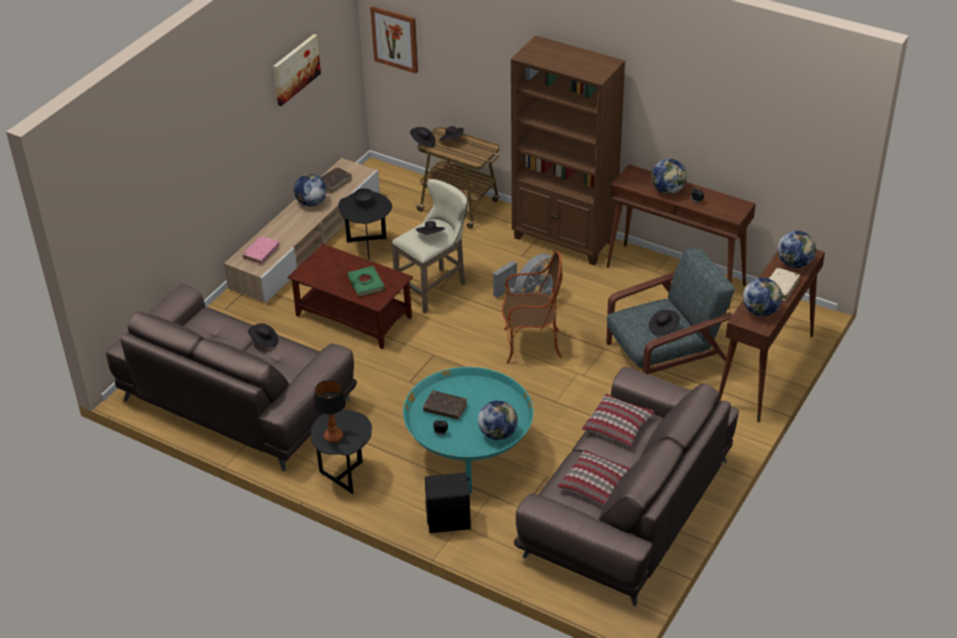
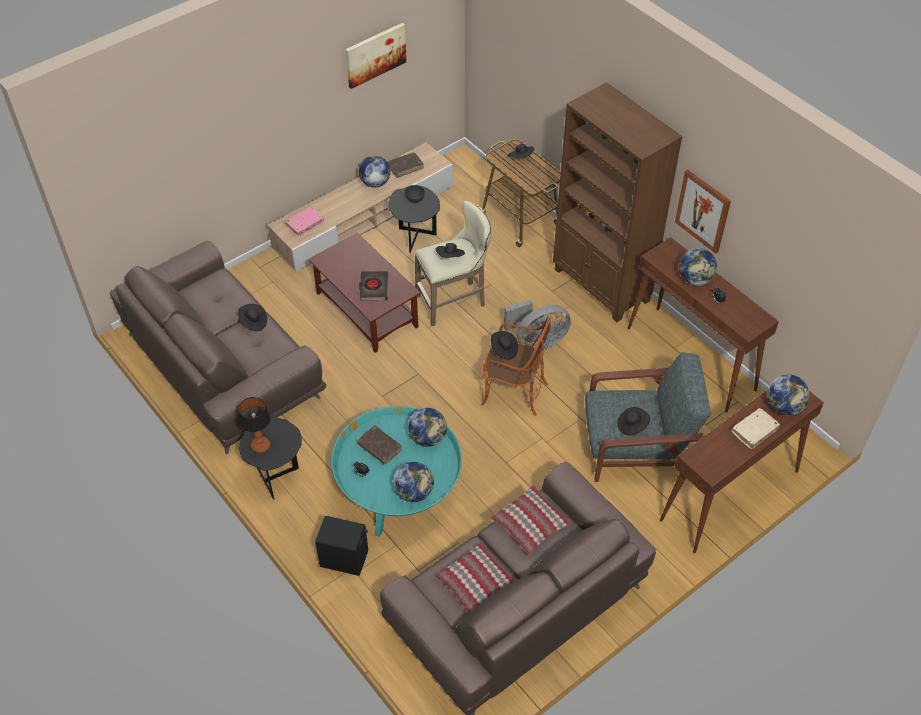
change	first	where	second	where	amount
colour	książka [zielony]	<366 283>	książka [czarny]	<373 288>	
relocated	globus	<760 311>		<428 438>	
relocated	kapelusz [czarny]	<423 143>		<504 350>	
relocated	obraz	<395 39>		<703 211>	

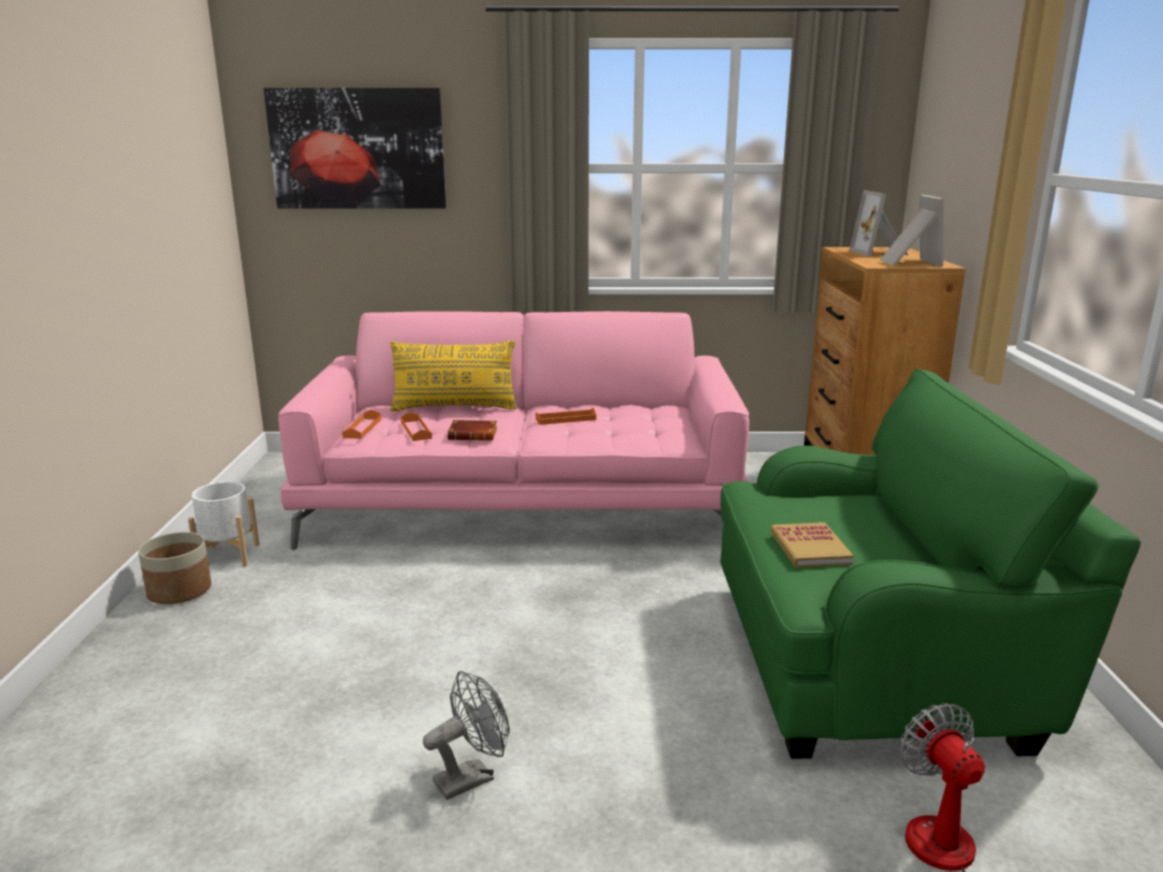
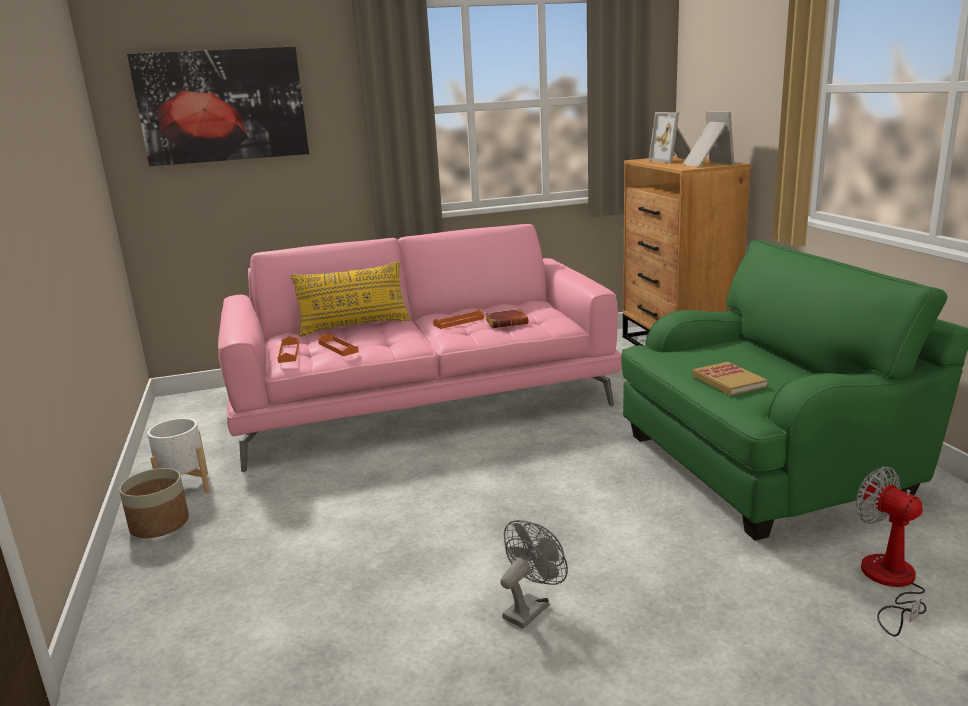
change	first	where	second	where	amount
relocated	książka [brązowy]	<474 435>		<507 322>	

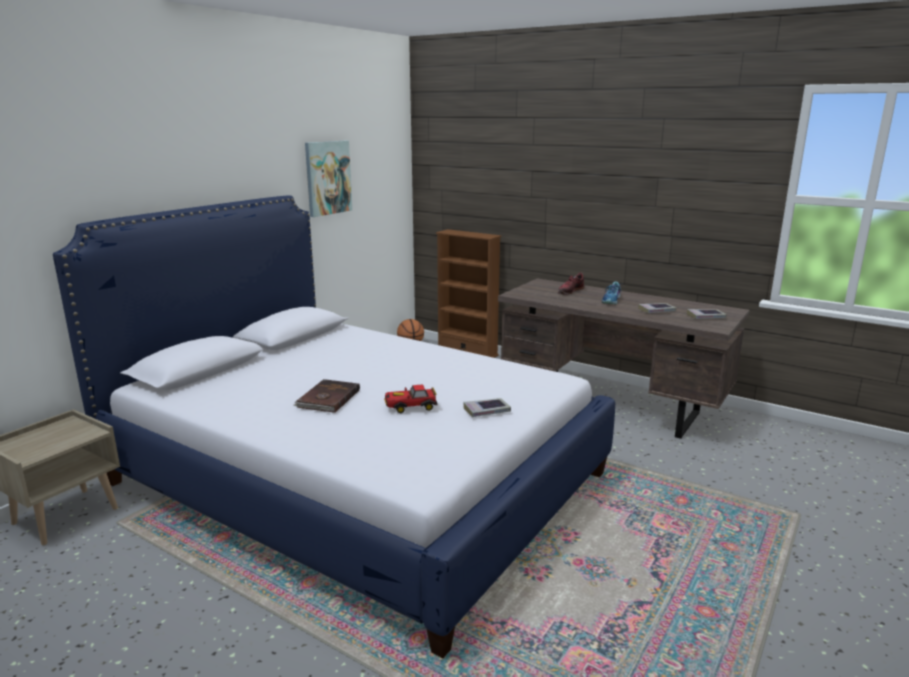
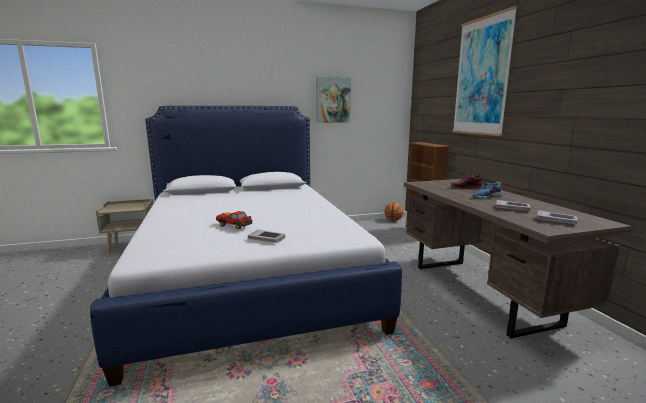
change	first	where	second	where	amount
appeared			obraz	<482 77>	
missing	książka [brązowy]	<327 398>			

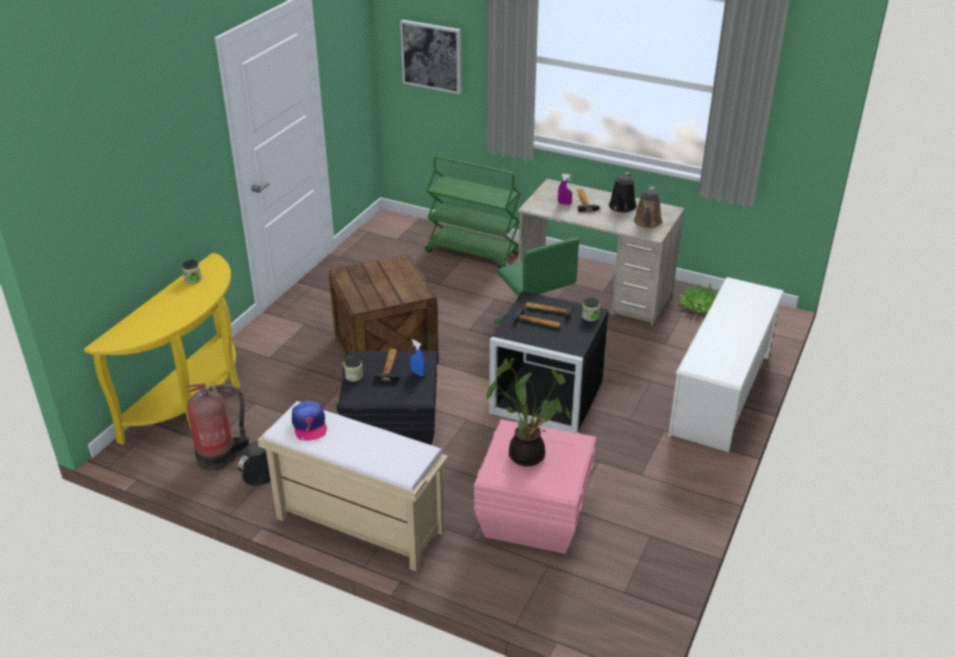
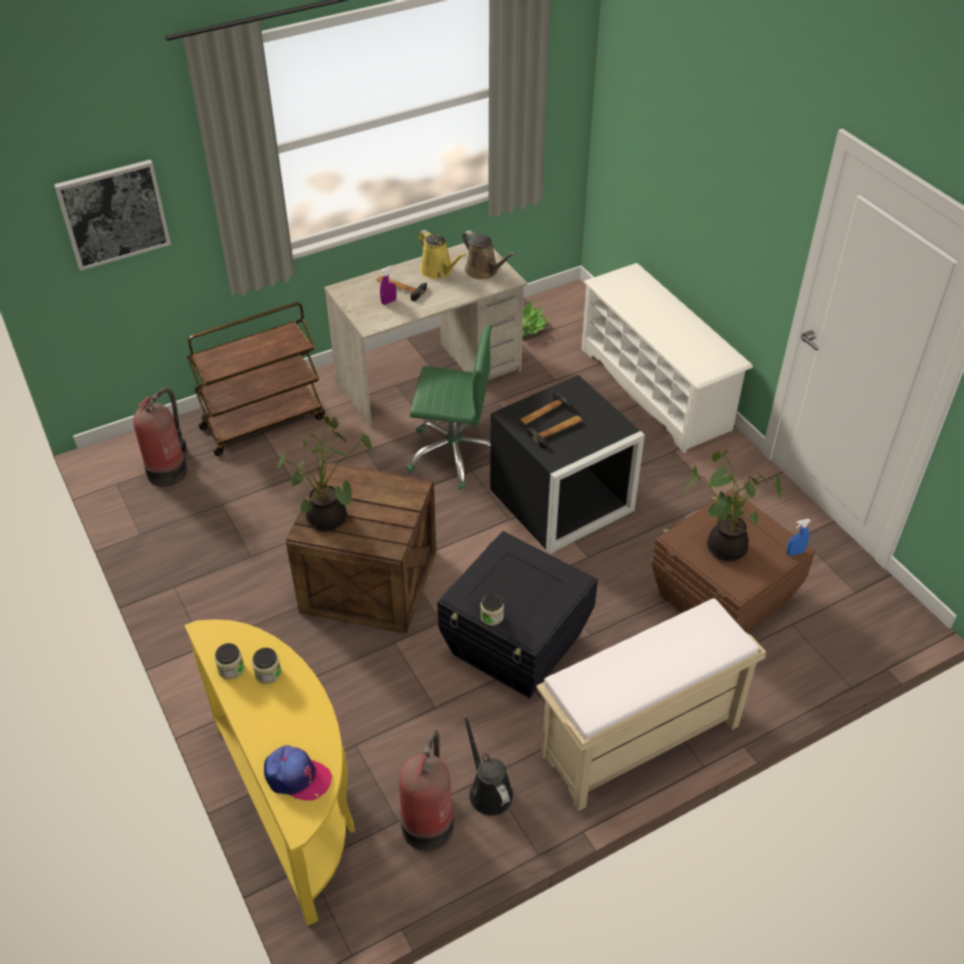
change	first	where	second	where	amount
appeared			gaśnica	<169 470>	
colour	wózek [zielony]	<473 252>	wózek [brązowy]	<263 422>	
relocated	słoik	<590 316>		<268 673>	
relocated	czapka z daszkiem	<309 425>		<297 777>	
appeared			roślina doniczkowa	<329 520>	
colour	konewka [czarny]	<622 207>	konewka [żółty]	<438 271>	
colour	pojemnik do przechowywania [różowy]	<533 515>	pojemnik do przechowywania [brązowy]	<720 599>	
relocated	spryskiwacz [niebieski]	<417 373>		<795 553>	
missing	młotek	<390 366>			

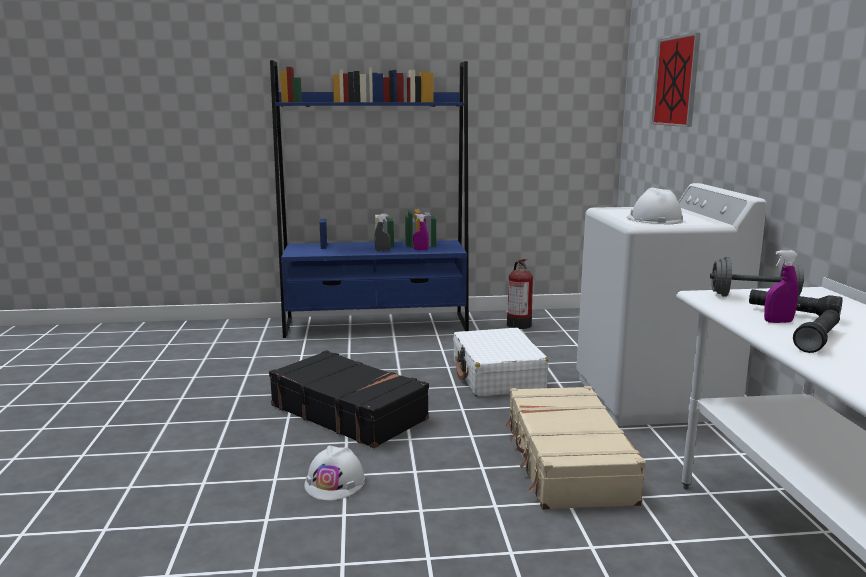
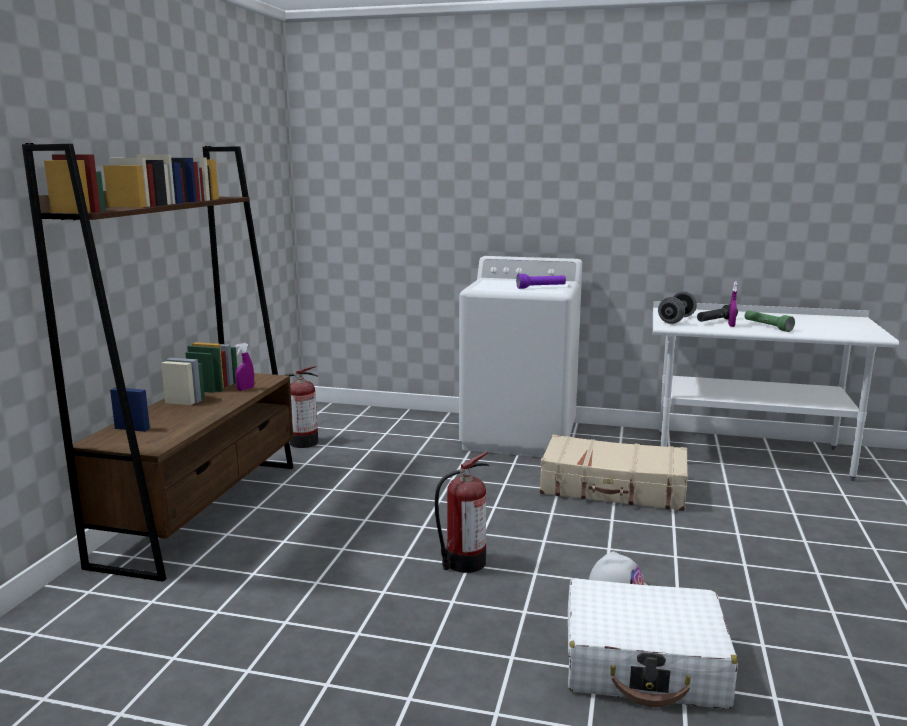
change	first	where	second	where	amount
colour	regał [niebieski]	<376 325>	regał [brązowy]	<203 511>	
exchanged	walizka [czarny]	<349 412>	gaśnica	<463 563>	
exchanged	kask [biały]	<654 219>	latarka [fioletowy]	<541 287>	
relocated	walizka [biały]	<497 376>		<644 664>	
colour	latarka [czarny]	<818 340>	latarka [zielony]	<767 327>	
missing	spryskiwacz [szary]	<382 250>			
missing	obraz	<676 81>			

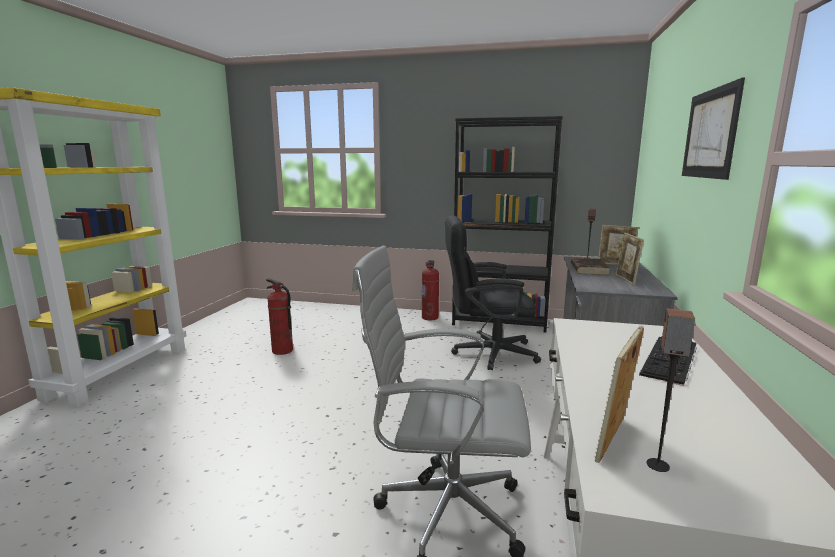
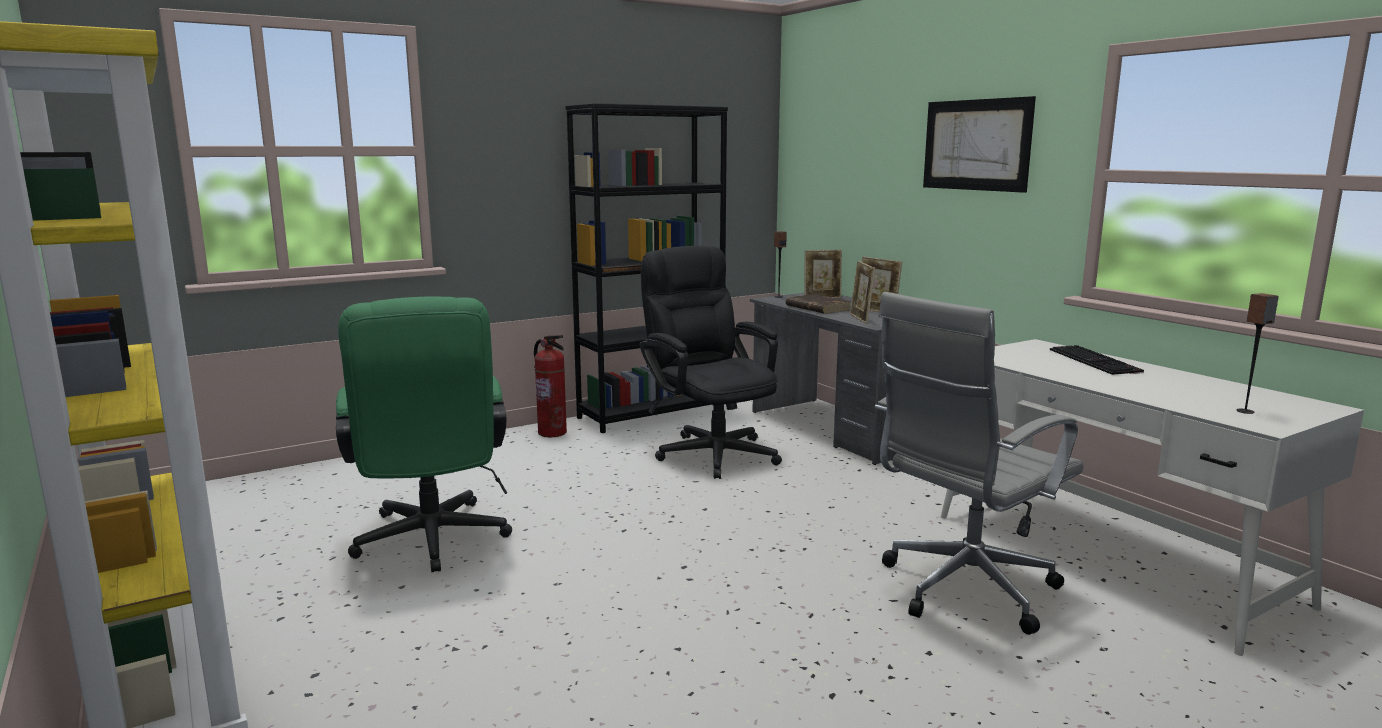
change	first	where	second	where	amount
exchanged	gaśnica	<282 351>	krzesło biurowe [zielony]	<432 543>	
spun	krzesło biurowe [czarny]	<486 353>		<710 451>	105 degrees clockwise
relocated	ramka na zdjęcie	<613 441>		<860 319>	

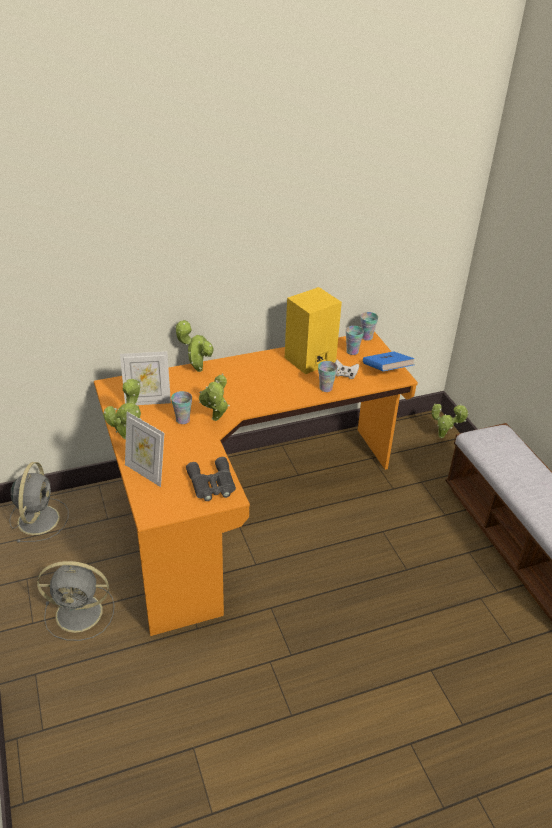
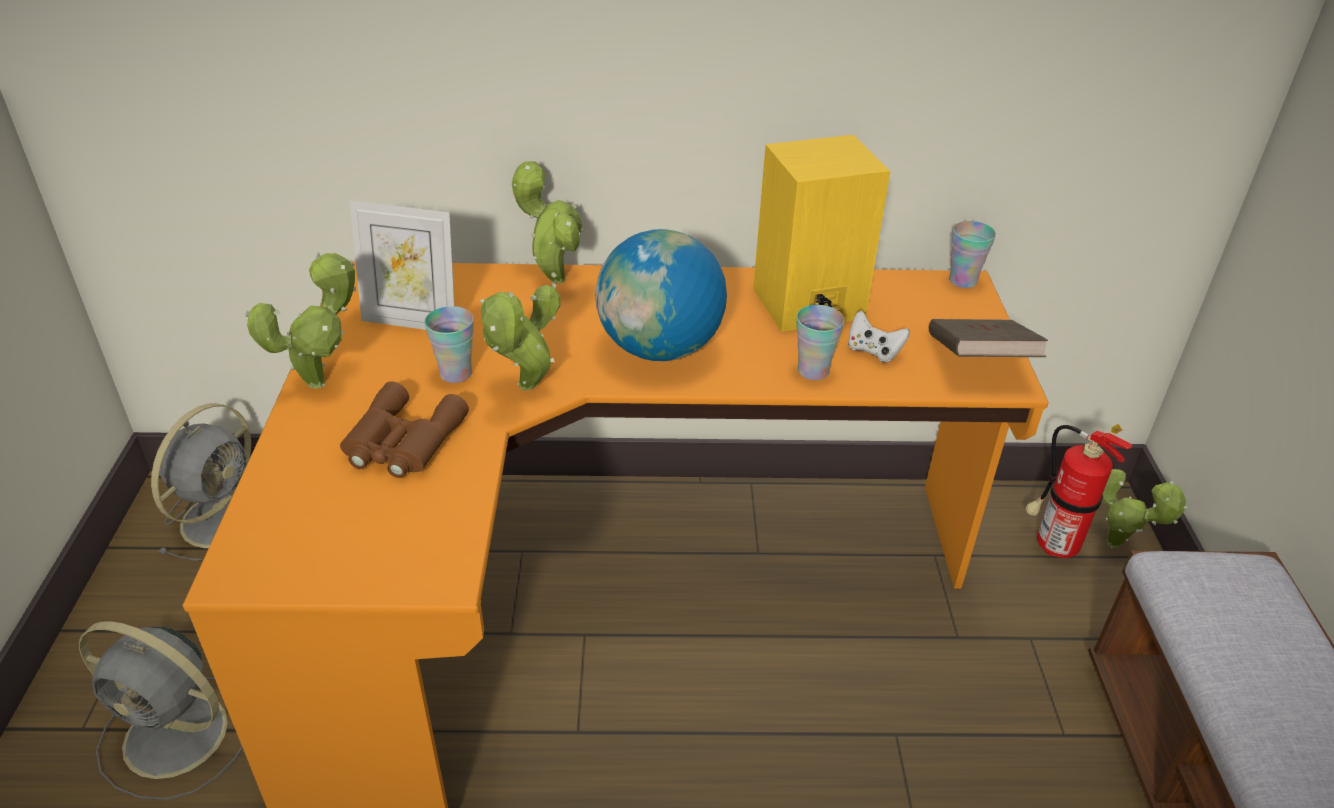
change	first	where	second	where	amount
appeared			lornetka [brązowy]	<401 442>	
appeared			globus	<660 349>	
colour	książka [niebieski]	<386 371>	książka [brązowy]	<978 361>	
appeared			gaśnica	<1051 544>	
missing	ramka na zdjęcie	<146 473>			
missing	lornetka [szary]	<212 484>			
missing	filiżanka	<352 351>			

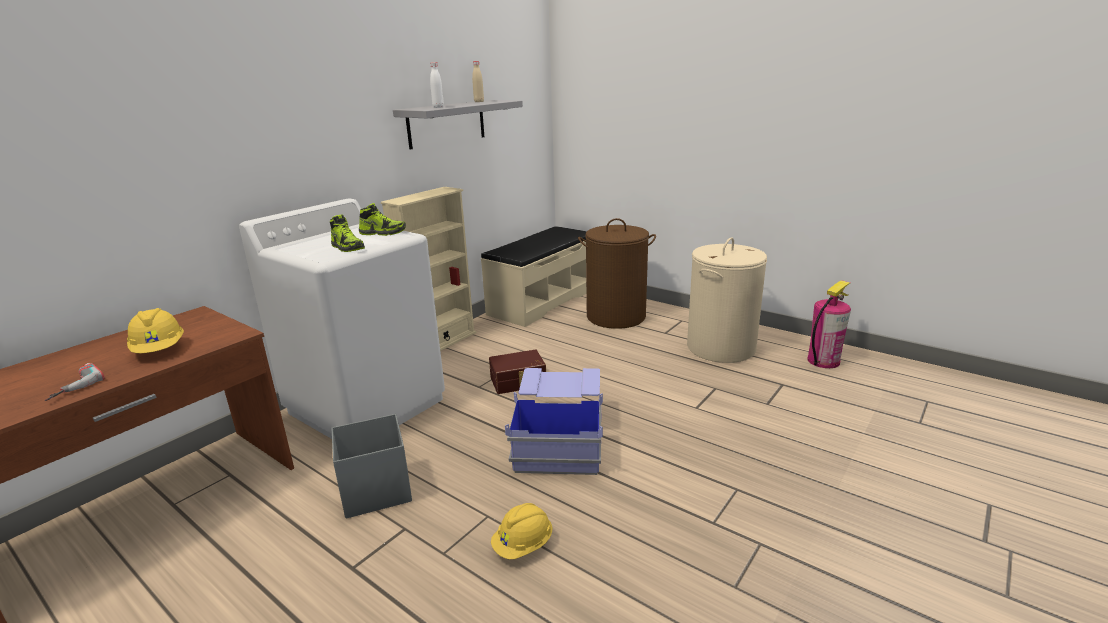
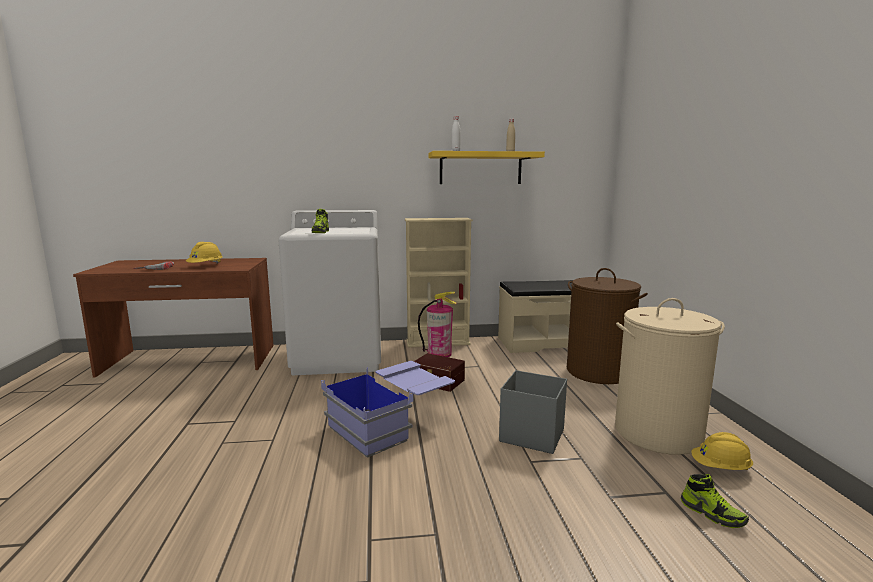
change	first	where	second	where	amount
relocated	gaśnica	<823 361>		<439 354>	
colour	półka [szary]	<446 123>	półka [żółty]	<480 168>	
relocated	pojemnik do przechowywania [szary]	<375 491>		<531 435>	
relocated	but	<383 233>		<712 513>	
relocated	kask [żółty]	<523 545>		<720 468>	

